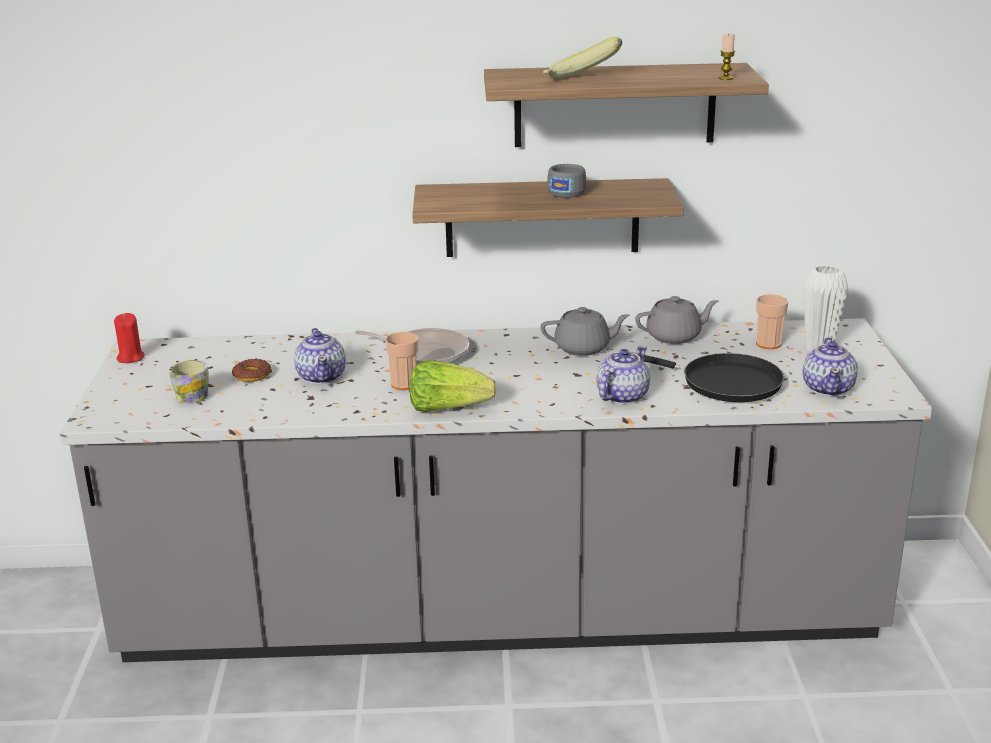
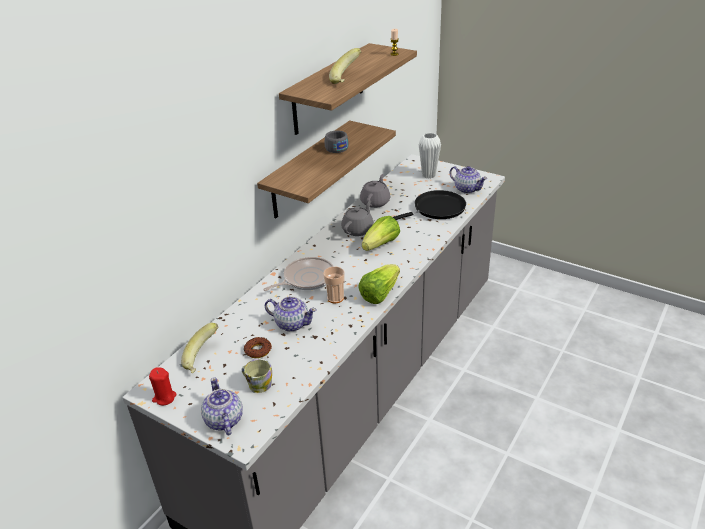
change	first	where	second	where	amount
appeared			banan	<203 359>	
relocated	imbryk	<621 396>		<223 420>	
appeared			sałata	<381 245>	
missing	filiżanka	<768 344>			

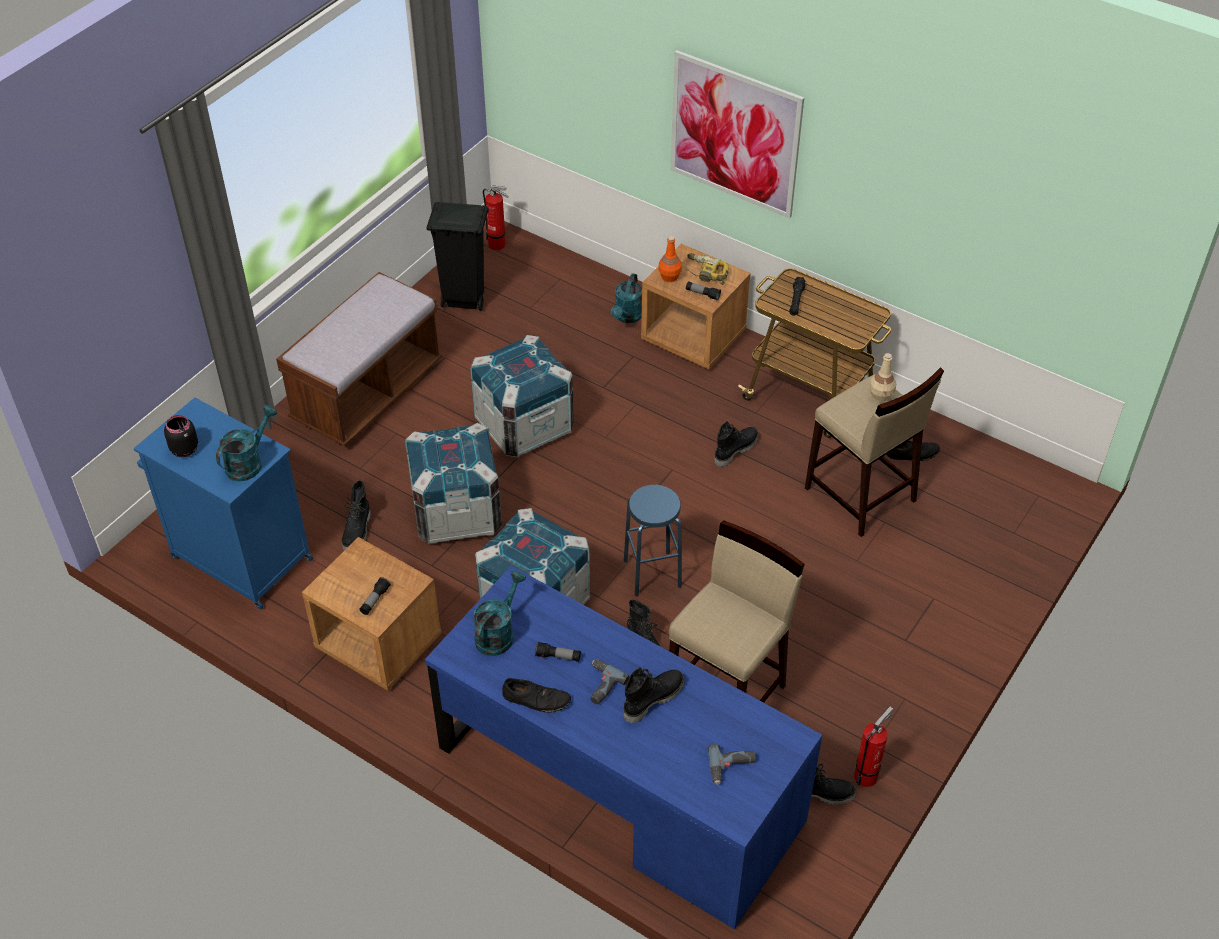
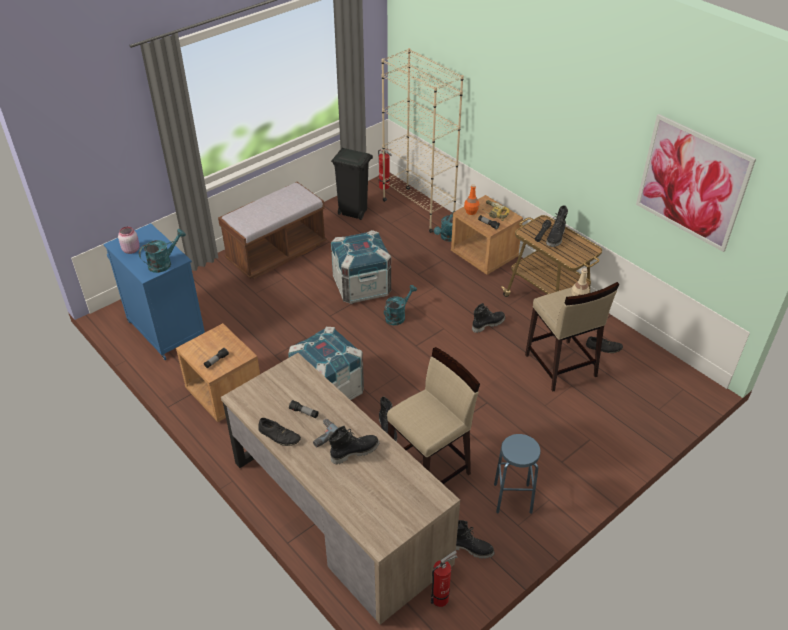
change	first	where	second	where	amount
colour	słoik [czarny]	<185 449>	słoik [różowy]	<131 249>	
colour	biurko [niebieski]	<619 785>	biurko [brązowy]	<339 512>	
appeared			regał [beżowy]	<418 209>	
relocated	konewka [turkusowy]	<498 633>		<398 316>	
relocated	gaśnica	<867 774>		<442 597>	
relocated	stołek [niebieski]	<652 574>		<512 498>	
relocated	but z cholewką [czarny]	<358 531>		<556 238>	
relocated	obraz	<735 134>		<692 182>	
missing	skrzynka	<456 512>			
missing	wiertarka	<732 768>			

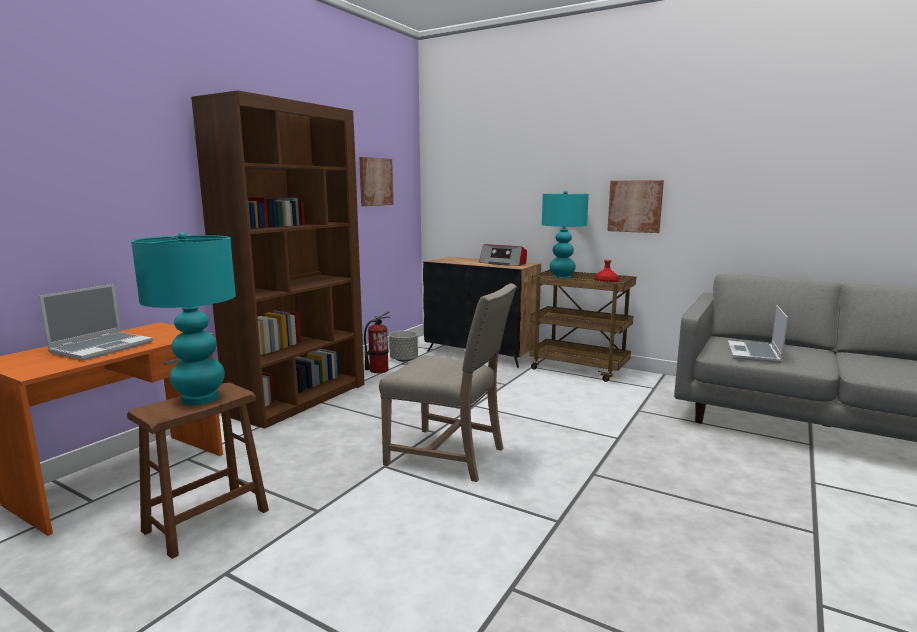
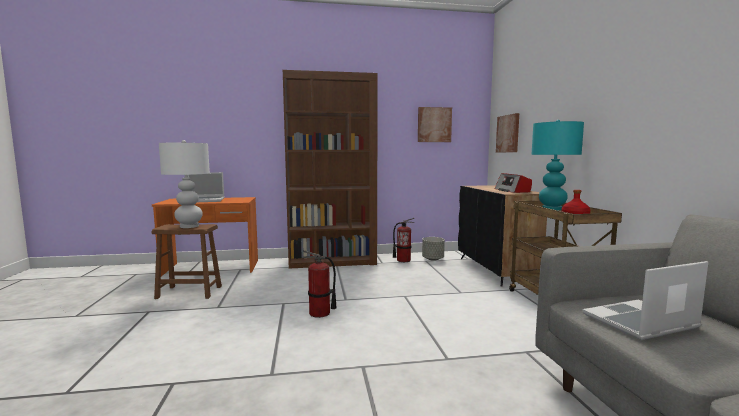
change	first	where	second	where	amount
colour	lampa stołowa [turkusowy]	<200 398>	lampa stołowa [biały]	<189 226>	
exchanged	krzesło [beżowy]	<449 455>	gaśnica	<320 313>	
relocated	obraz	<635 206>		<508 133>	

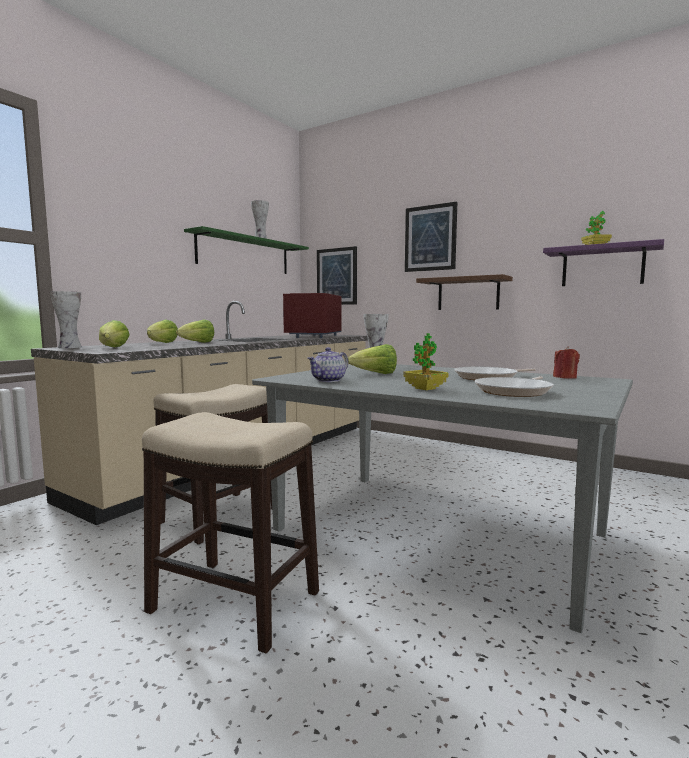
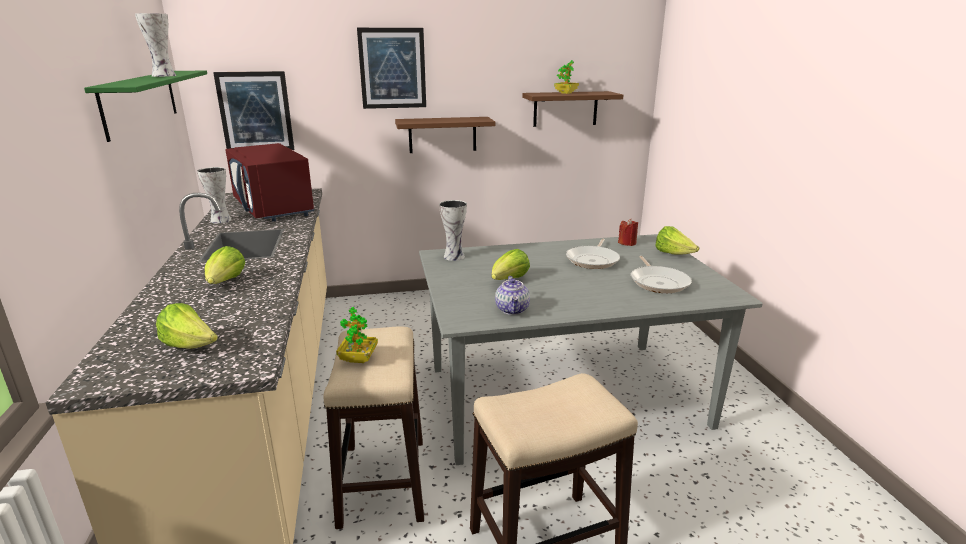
change	first	where	second	where	amount
relocated	wazon	<68 347>		<220 220>	
relocated	roślina doniczkowa	<425 388>		<358 359>	
colour	półka [fioletowy]	<602 266>	półka [brązowy]	<565 109>	
relocated	sałata	<162 343>		<673 254>	

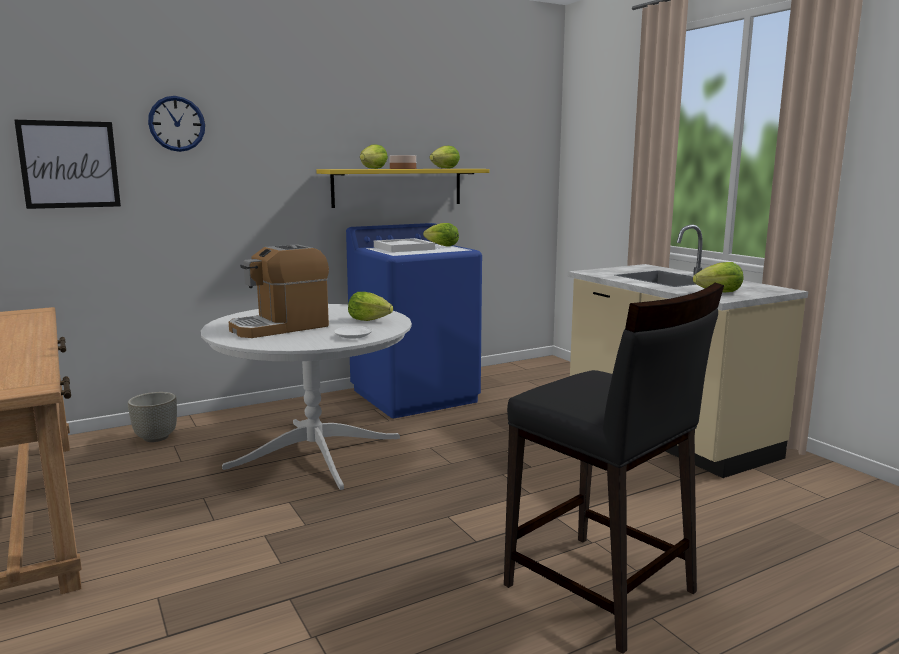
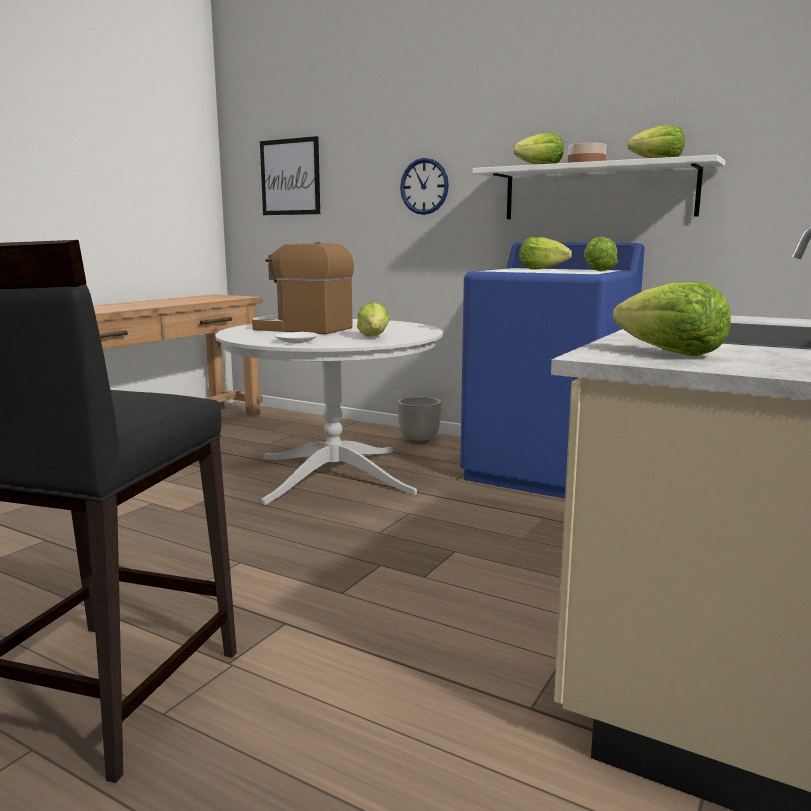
change	first	where	second	where	amount
relocated	donica [szary]	<155 438>		<418 440>	
relocated	zegar ścienny	<177 124>		<424 186>	
colour	półka [żółty]	<398 187>	półka [biały]	<598 192>	
exchanged	taca [biały]	<403 248>	sałata	<541 269>	

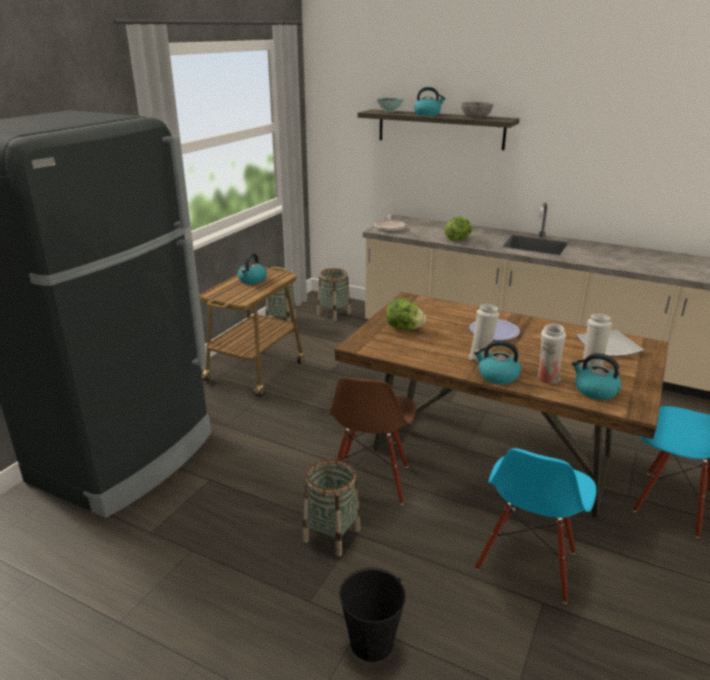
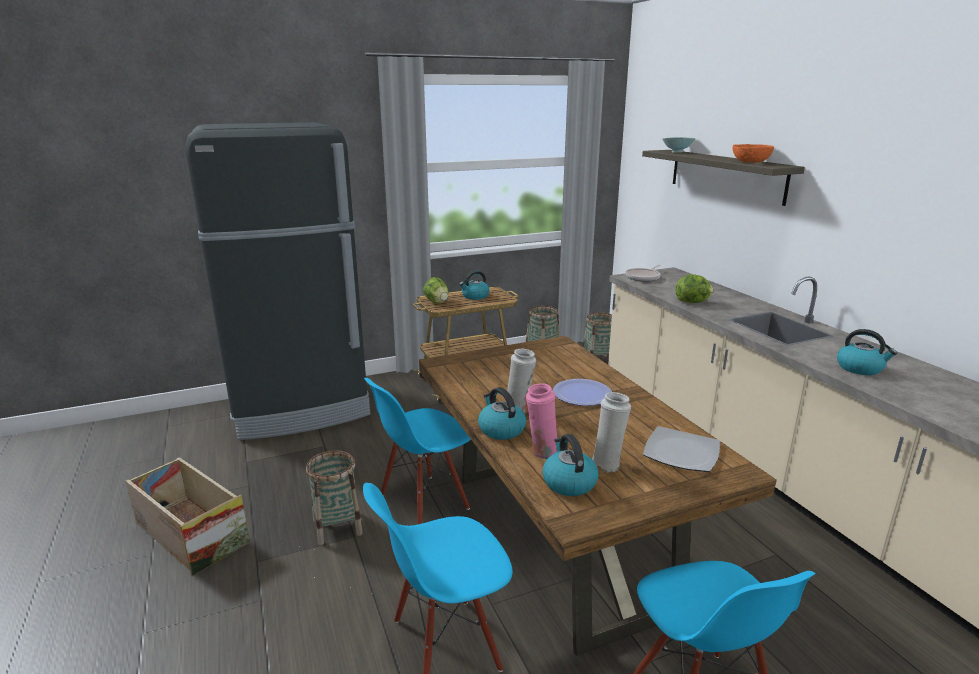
change	first	where	second	where	amount
appeared			skrzynka	<190 533>	
colour	krzesło [brązowy]	<370 480>	krzesło [niebieski]	<424 503>	
relocated	sałata	<404 328>		<437 302>	
colour	wazon [biały]	<547 379>	wazon [różowy]	<542 452>	
colour	miska [szary]	<476 117>	miska [pomarańczowy]	<750 162>	
relocated	czajnik	<427 114>		<860 368>	
missing	wiadro [czarny]	<372 642>			

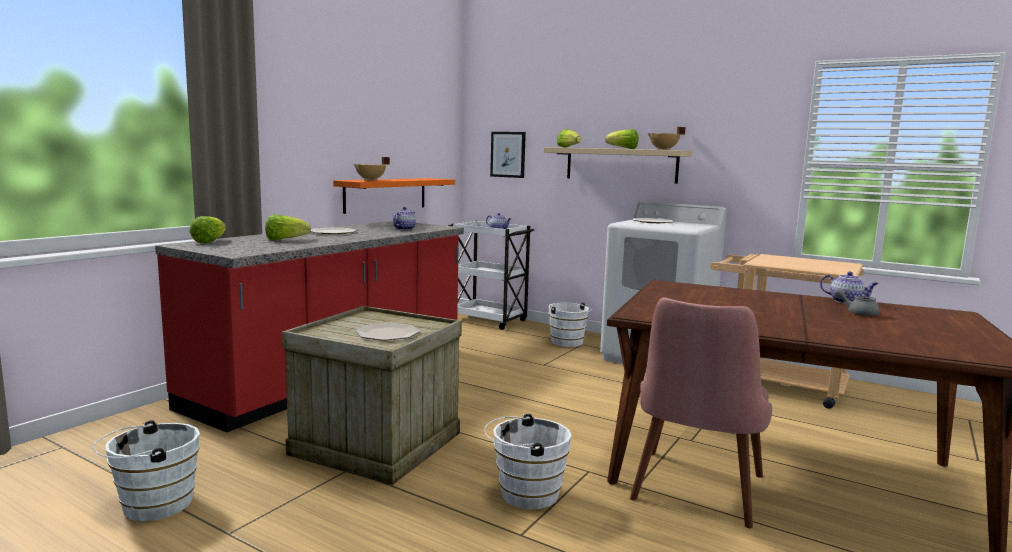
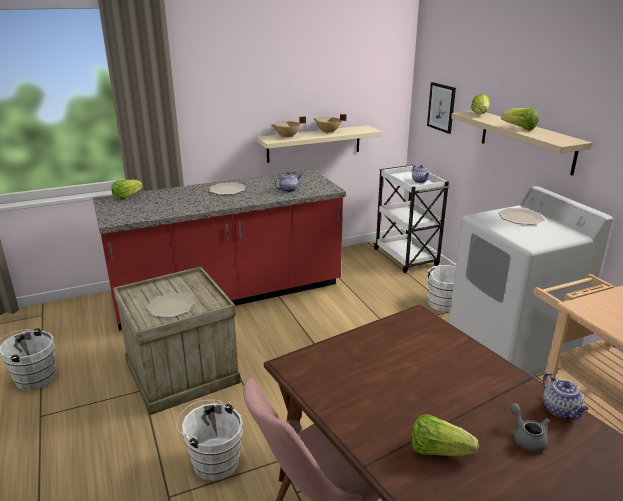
change	first	where	second	where	amount
colour	półka [pomarańczowy]	<386 194>	półka [beżowy]	<314 143>	
relocated	garnek [beżowy]	<664 149>		<328 132>	
relocated	sałata	<285 240>		<438 450>	

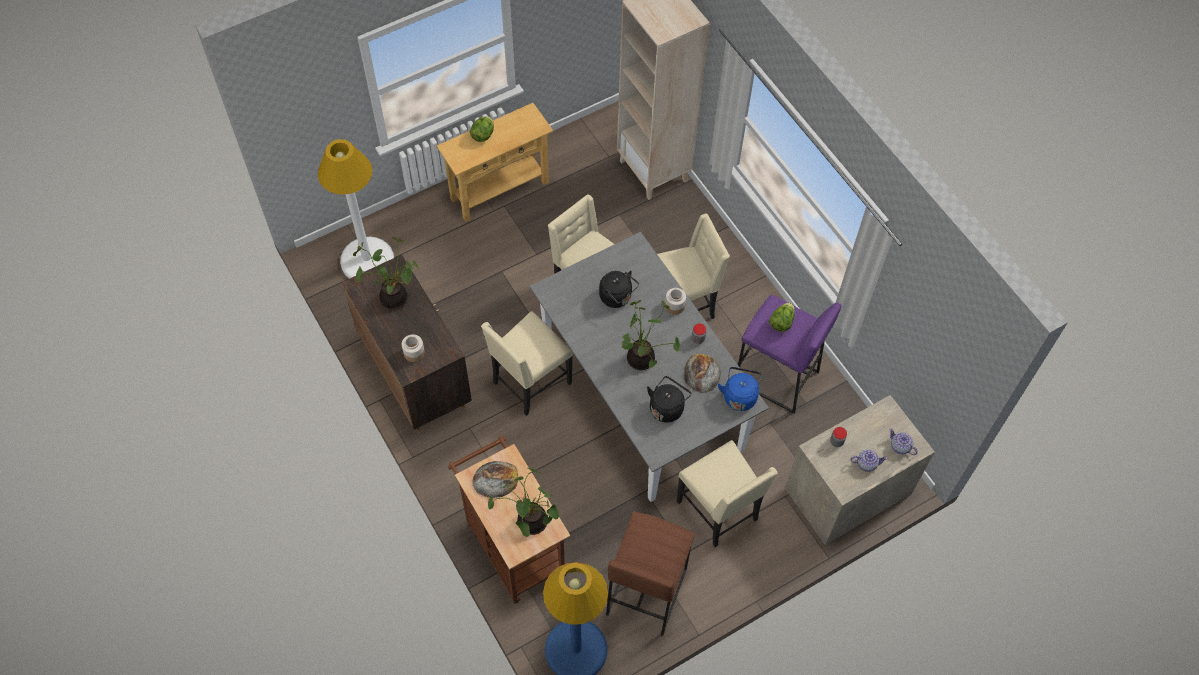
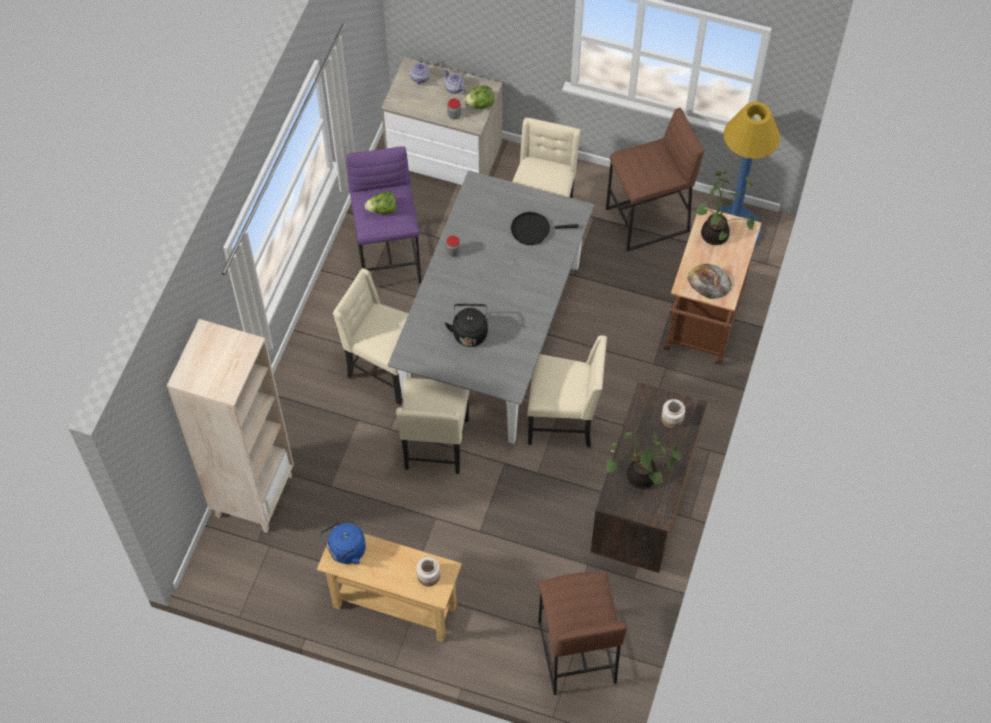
change	first	where	second	where	amount
relocated	czajnik [niebieski]	<739 396>		<345 551>	
relocated	słoik	<674 306>		<428 575>	
relocated	sałata	<483 135>		<480 104>	
exchanged	czajnik [czarny]	<667 407>	patelnia [czarny]	<533 230>	
exchanged	lampa stojąca [biały]	<367 260>	stołek [brązowy]	<575 652>	
missing	roślina doniczkowa	<643 359>			
missing	chleb	<701 373>			

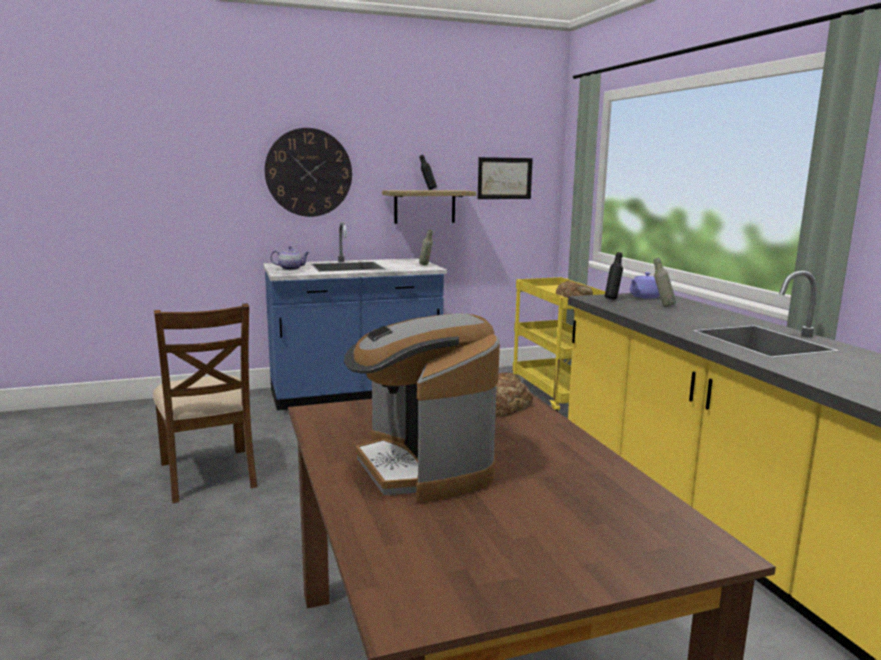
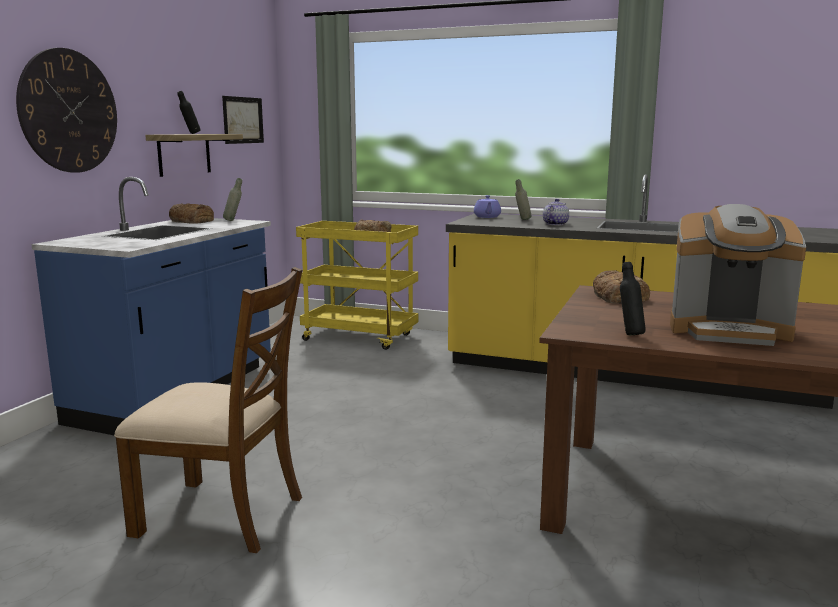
change	first	where	second	where	amount
appeared			chleb	<192 220>	
relocated	imbryk	<291 268>		<555 224>	
relocated	butelka [czarny]	<612 299>		<629 334>	

